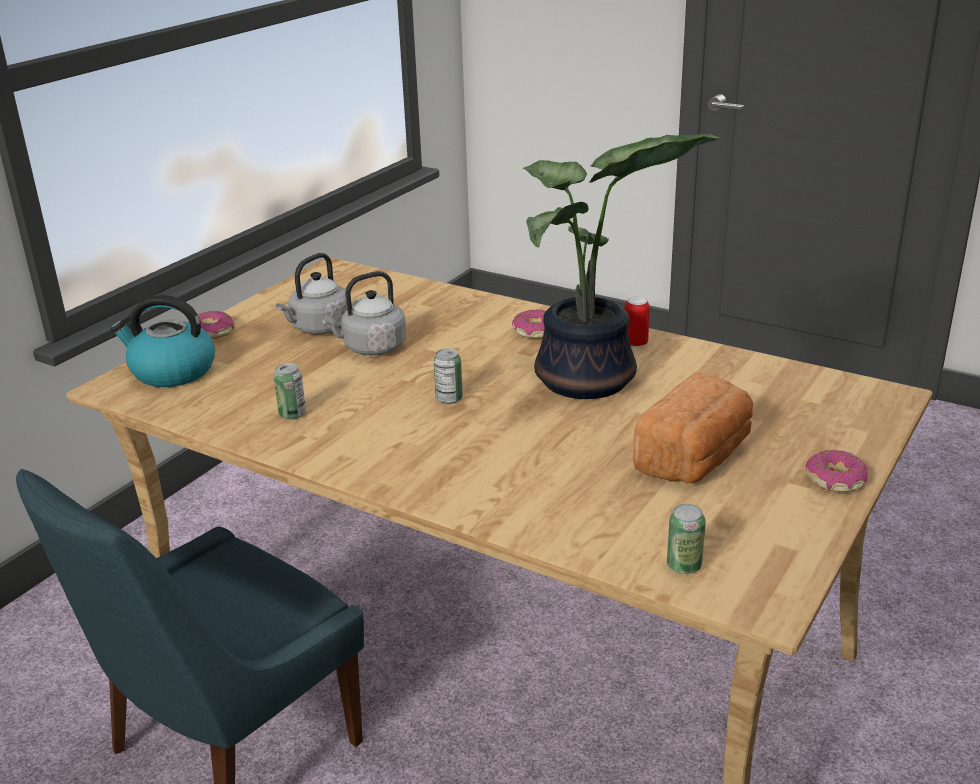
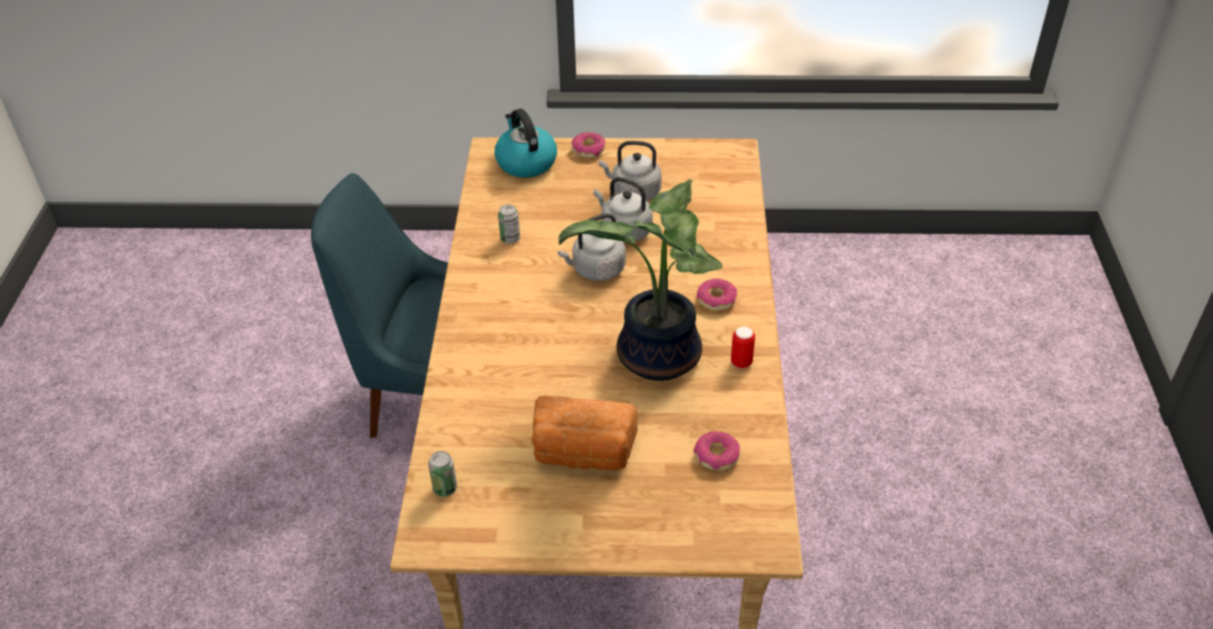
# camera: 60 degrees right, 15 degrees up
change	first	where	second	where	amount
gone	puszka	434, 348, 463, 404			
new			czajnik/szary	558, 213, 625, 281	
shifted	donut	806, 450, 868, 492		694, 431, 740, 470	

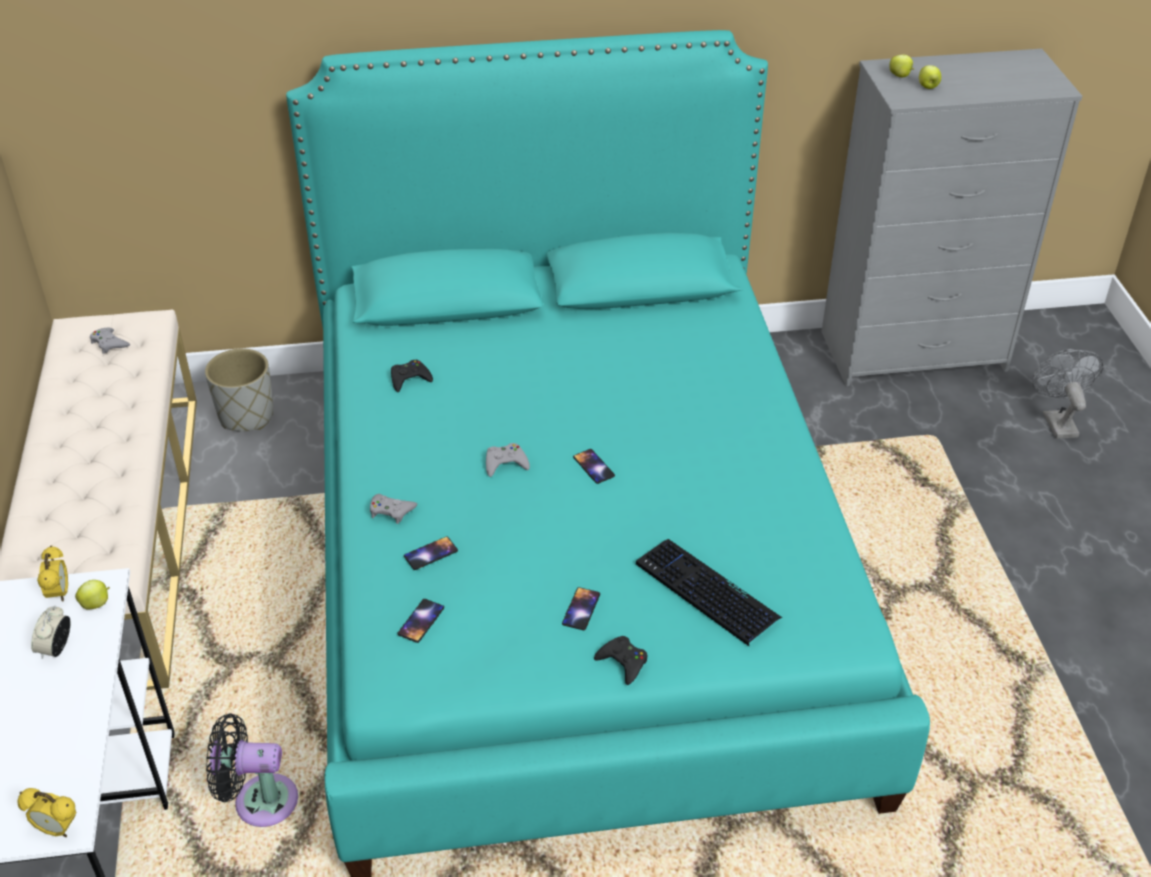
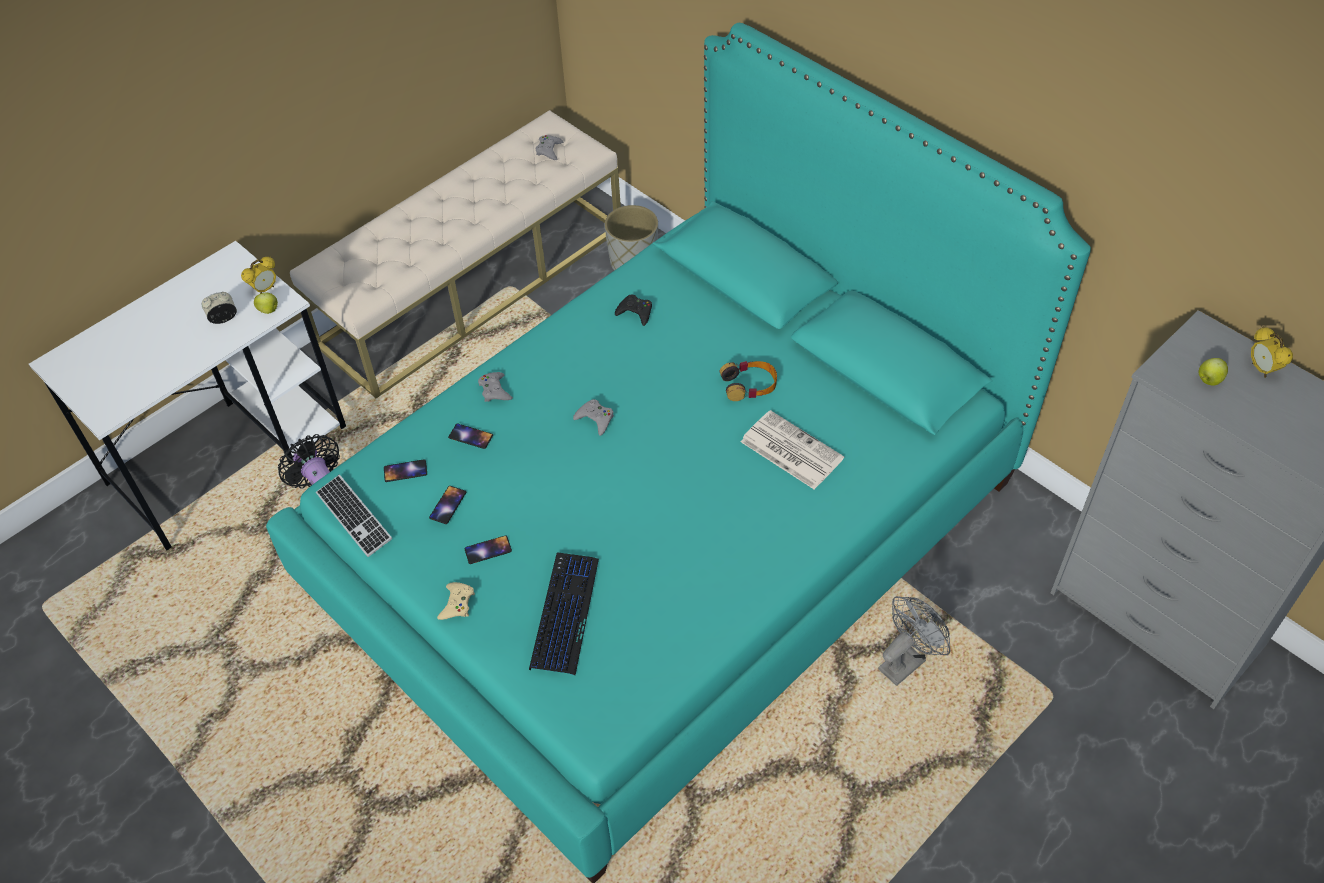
# camera: 55 degrees right, 10 degrees up
change	first	where	second	where	amount
gone	jabłko	889, 55, 914, 77			
new			klawiatura	316, 474, 392, 557	
new			słuchawki	720, 361, 777, 401	
new			gazeta	741, 410, 844, 489	
shifted	budzik	17, 788, 76, 837		1251, 327, 1293, 378	
shifted	telefon	573, 449, 615, 484		429, 486, 466, 524	
shifted	wentylator/szary	1032, 349, 1103, 439		878, 596, 950, 686	
repainted	pad do gier/czarny	594, 636, 647, 685	pad do gier/beżowy	437, 582, 475, 620	

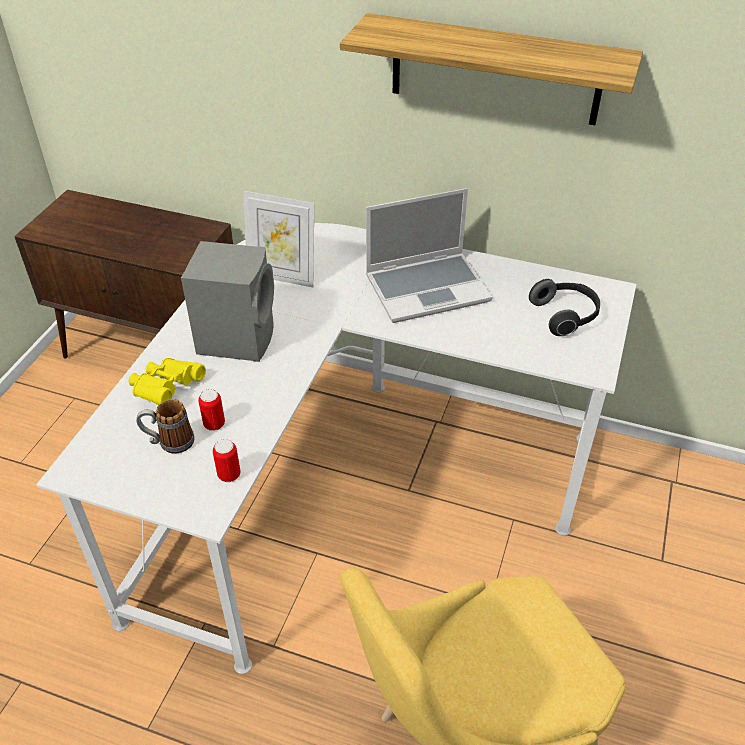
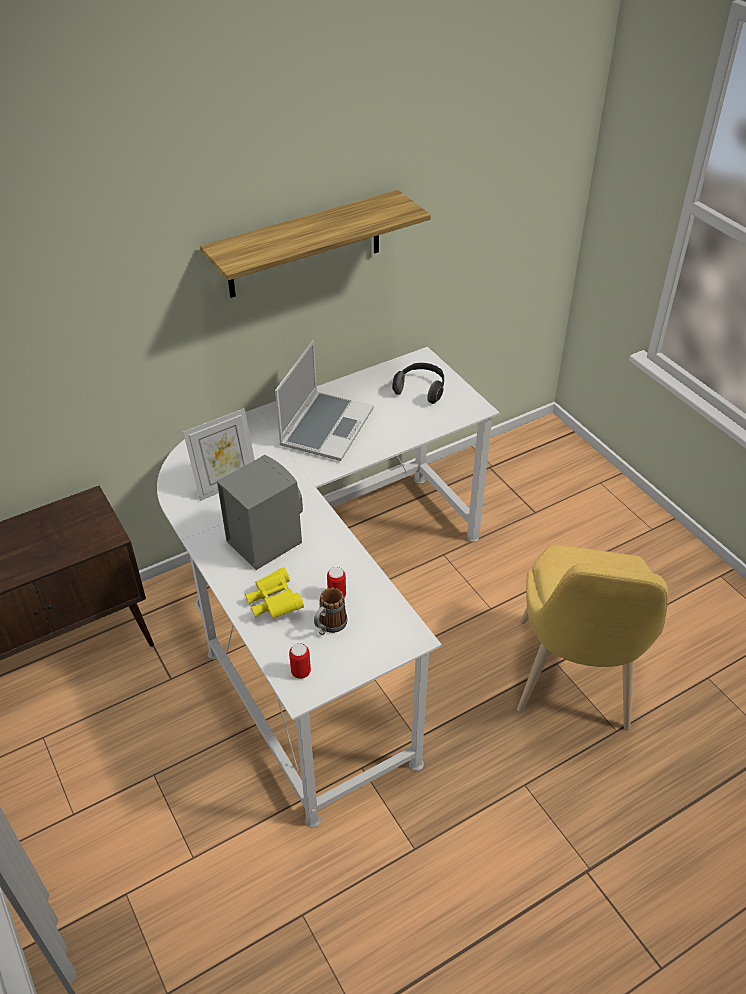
# camera: 50 degrees left, 0 degrees up
change	first	where	second	where	amount
shifted	puszka	213, 439, 241, 482		289, 643, 311, 679	

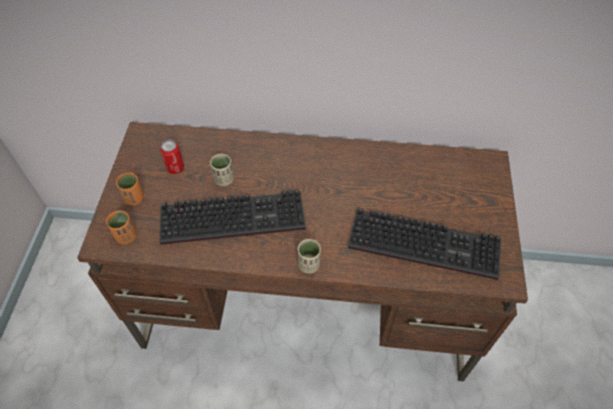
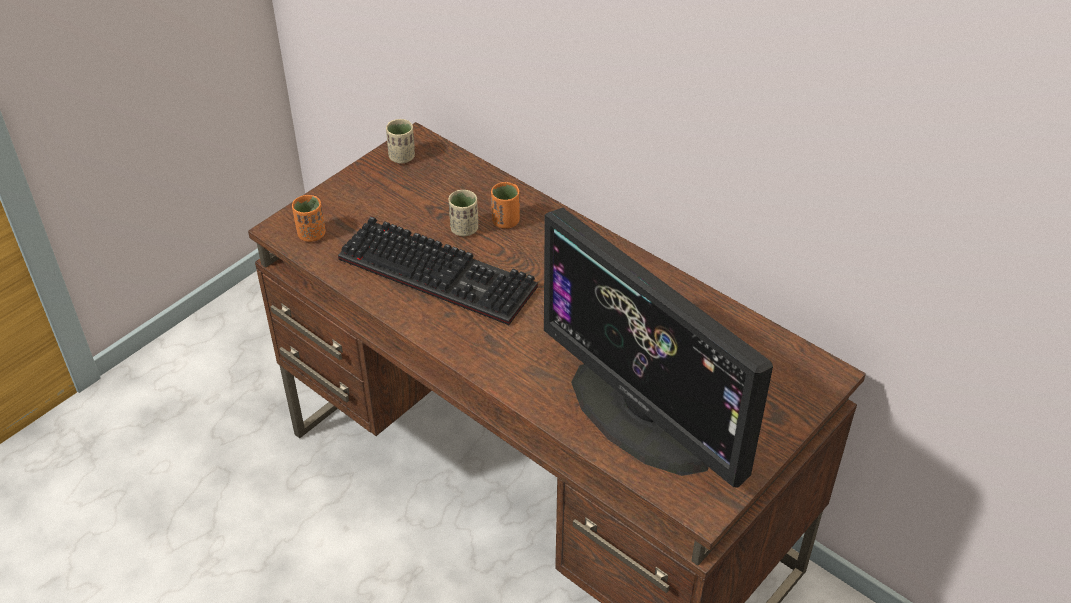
# camera: 35 degrees right, 10 degrees down
change	first	where	second	where	amount
gone	puszka	160, 140, 184, 174			
shifted	filiżanka/pomarańczowy	116, 173, 144, 206		491, 182, 520, 229	
shifted	filiżanka/beżowy	297, 239, 321, 273		386, 119, 415, 164	
swapped	klawiatura	348, 208, 501, 280	monitor	544, 208, 773, 487	

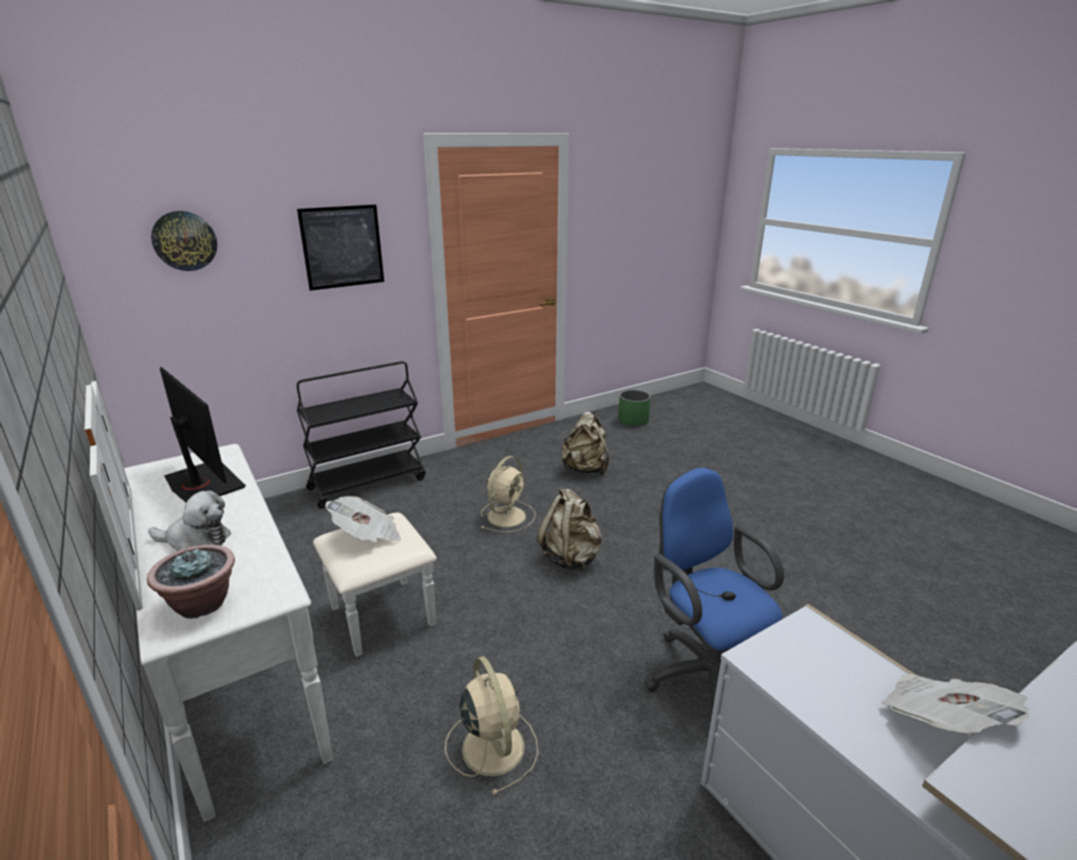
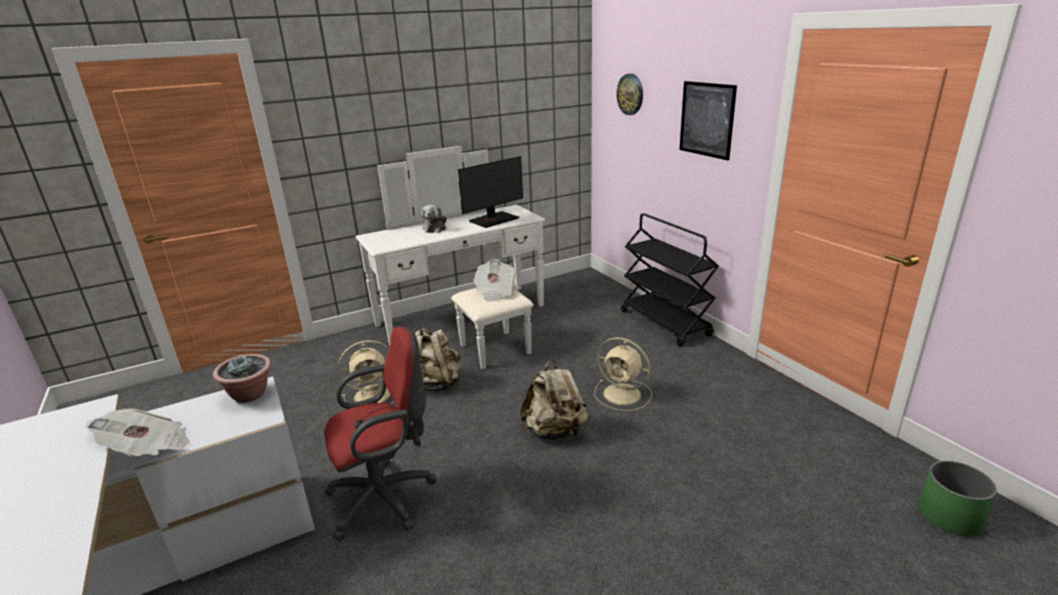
# camera: 95 degrees right, 0 degrees up
change	first	where	second	where	amount
shifted	roślina doniczkowa	147, 545, 235, 619		213, 354, 271, 403	
shifted	plecak/beżowy	561, 412, 609, 475		415, 328, 461, 391	
repainted	krzesło biurowe/niebieski	645, 467, 784, 712	krzesło biurowe/czerwony	324, 327, 437, 541	

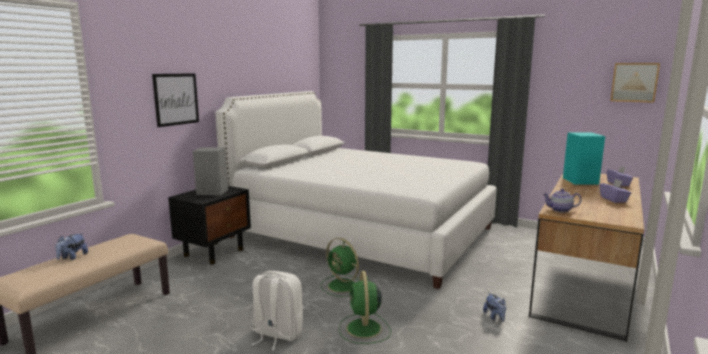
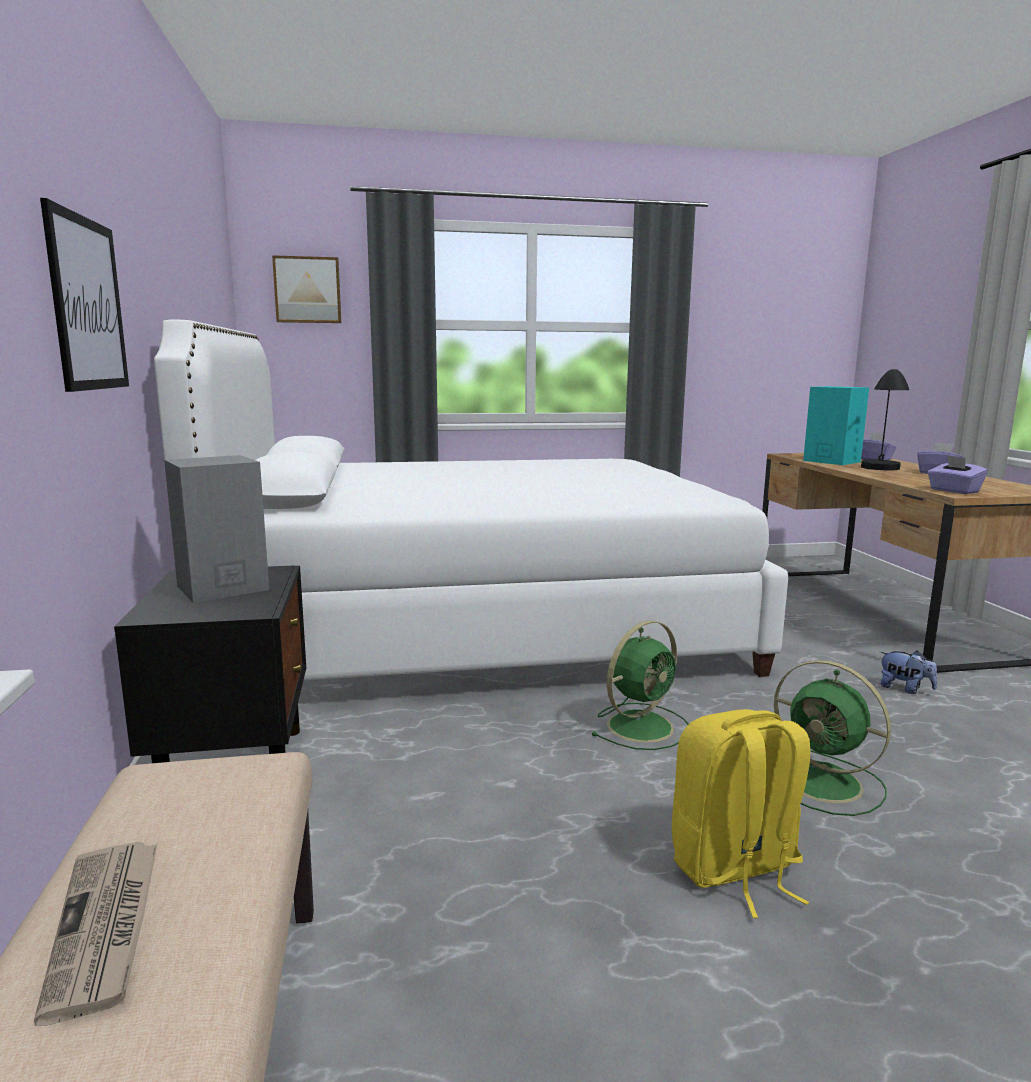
# camera: 40 degrees left, 0 degrees up
change	first	where	second	where	amount
new			lampa stołowa/czarny	861, 369, 909, 470	
shifted	obraz	610, 63, 660, 103		272, 255, 341, 323	
swapped	pluszak	55, 233, 88, 260	gazeta	34, 842, 157, 1026	
swapped	imbryk	543, 189, 582, 212	pudełko chusteczek/fioletowy	927, 455, 988, 494	
repainted	plecak/biały	252, 271, 303, 350	plecak/żółty	672, 709, 811, 918	
rotated	wentylator/zielony	321, 238, 360, 297		591, 620, 689, 750	45 degrees counterclockwise

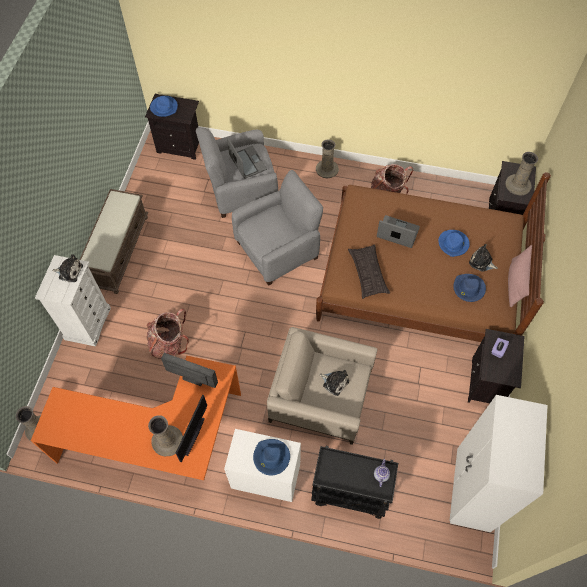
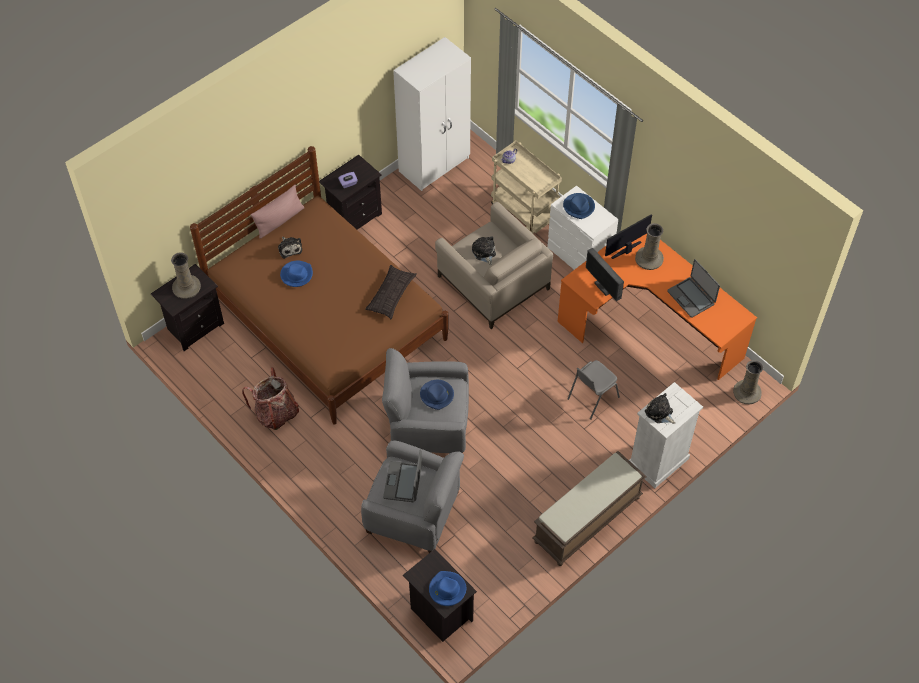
# camera: 145 degrees left, 5 degrees down
change	first	where	second	where	amount
gone	wazon/beżowy	316, 139, 339, 178			
shifted	laptop	377, 215, 420, 248		667, 259, 720, 318	
shifted	kapelusz/niebieski	453, 274, 486, 302		420, 380, 454, 410	
swapped	plecak	147, 309, 189, 359	krzesło/szary	568, 360, 620, 420	
repainted	wózek/czarny	311, 446, 398, 519	wózek/beżowy	491, 141, 562, 234	

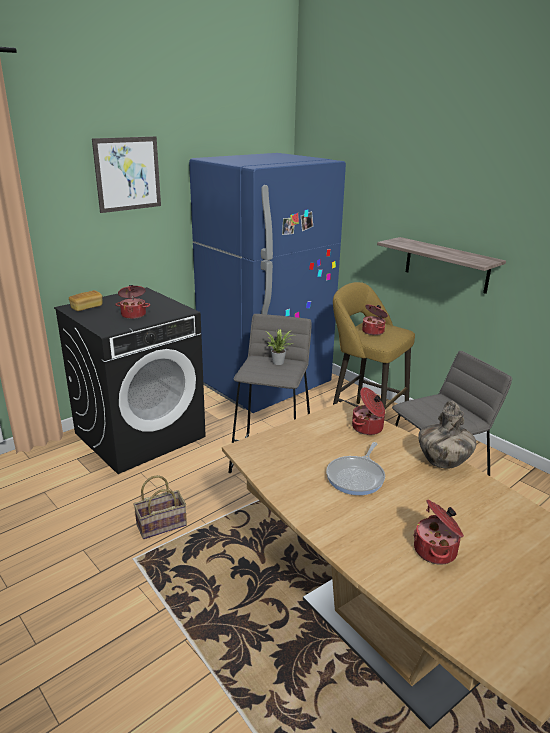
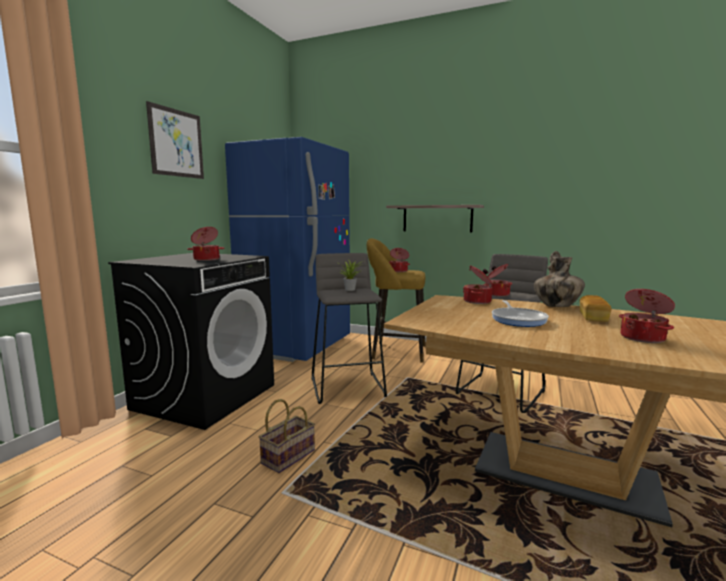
# camera: 25 degrees left, 15 degrees down
change	first	where	second	where	amount
new			garnek	483, 264, 512, 297	
shifted	chleb	69, 290, 102, 311		580, 295, 612, 322	

